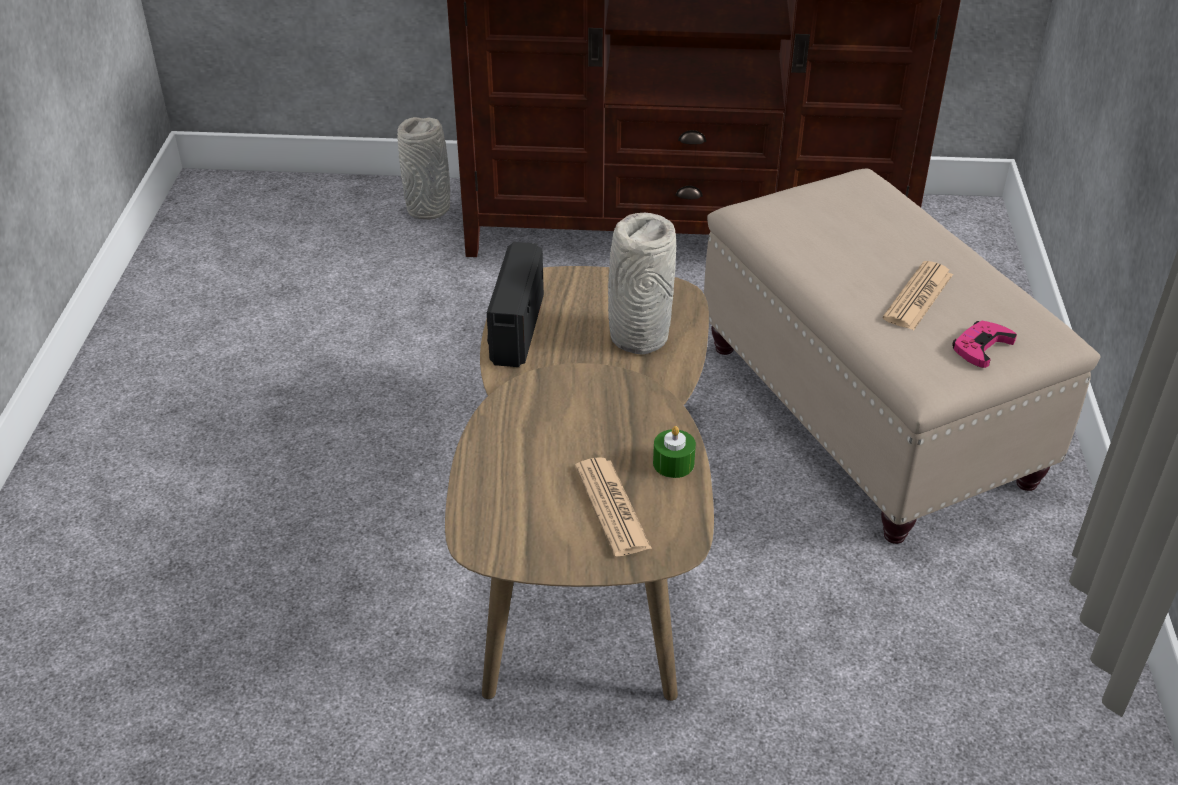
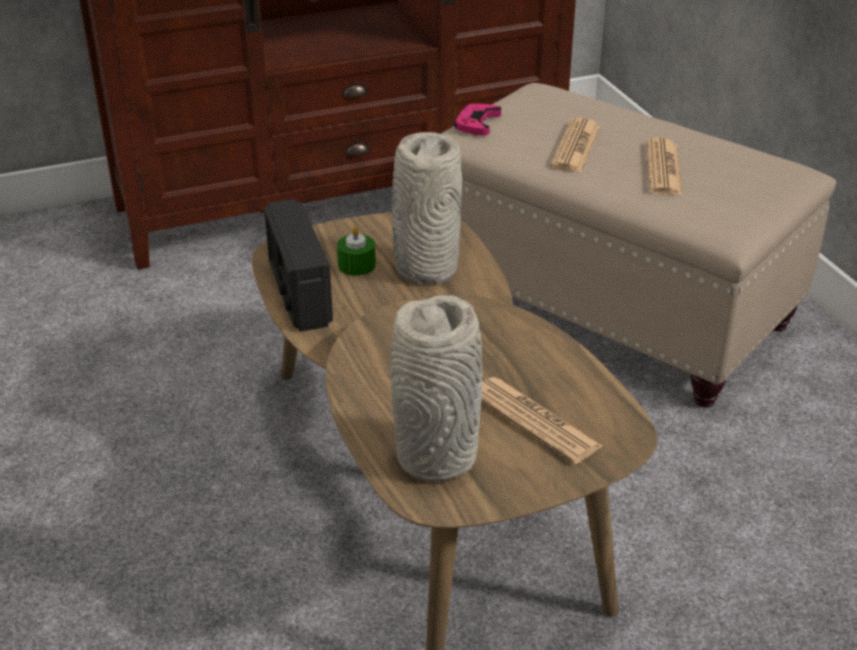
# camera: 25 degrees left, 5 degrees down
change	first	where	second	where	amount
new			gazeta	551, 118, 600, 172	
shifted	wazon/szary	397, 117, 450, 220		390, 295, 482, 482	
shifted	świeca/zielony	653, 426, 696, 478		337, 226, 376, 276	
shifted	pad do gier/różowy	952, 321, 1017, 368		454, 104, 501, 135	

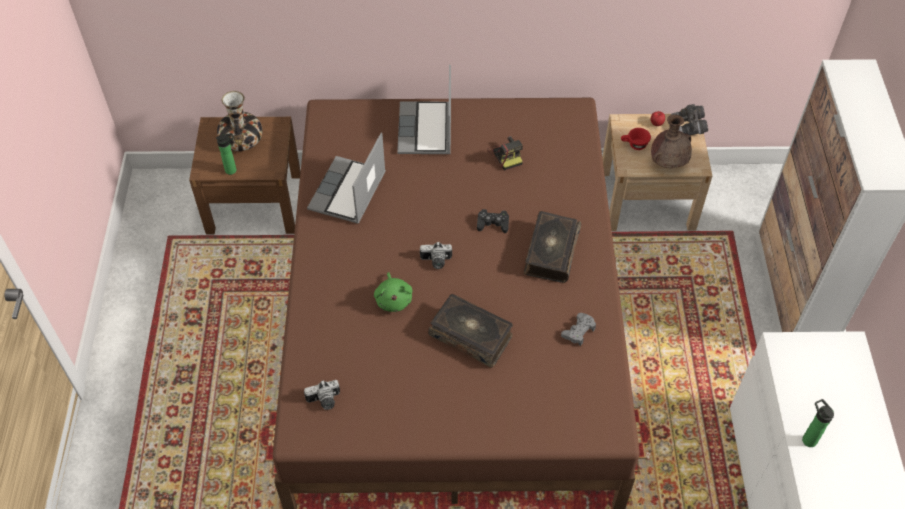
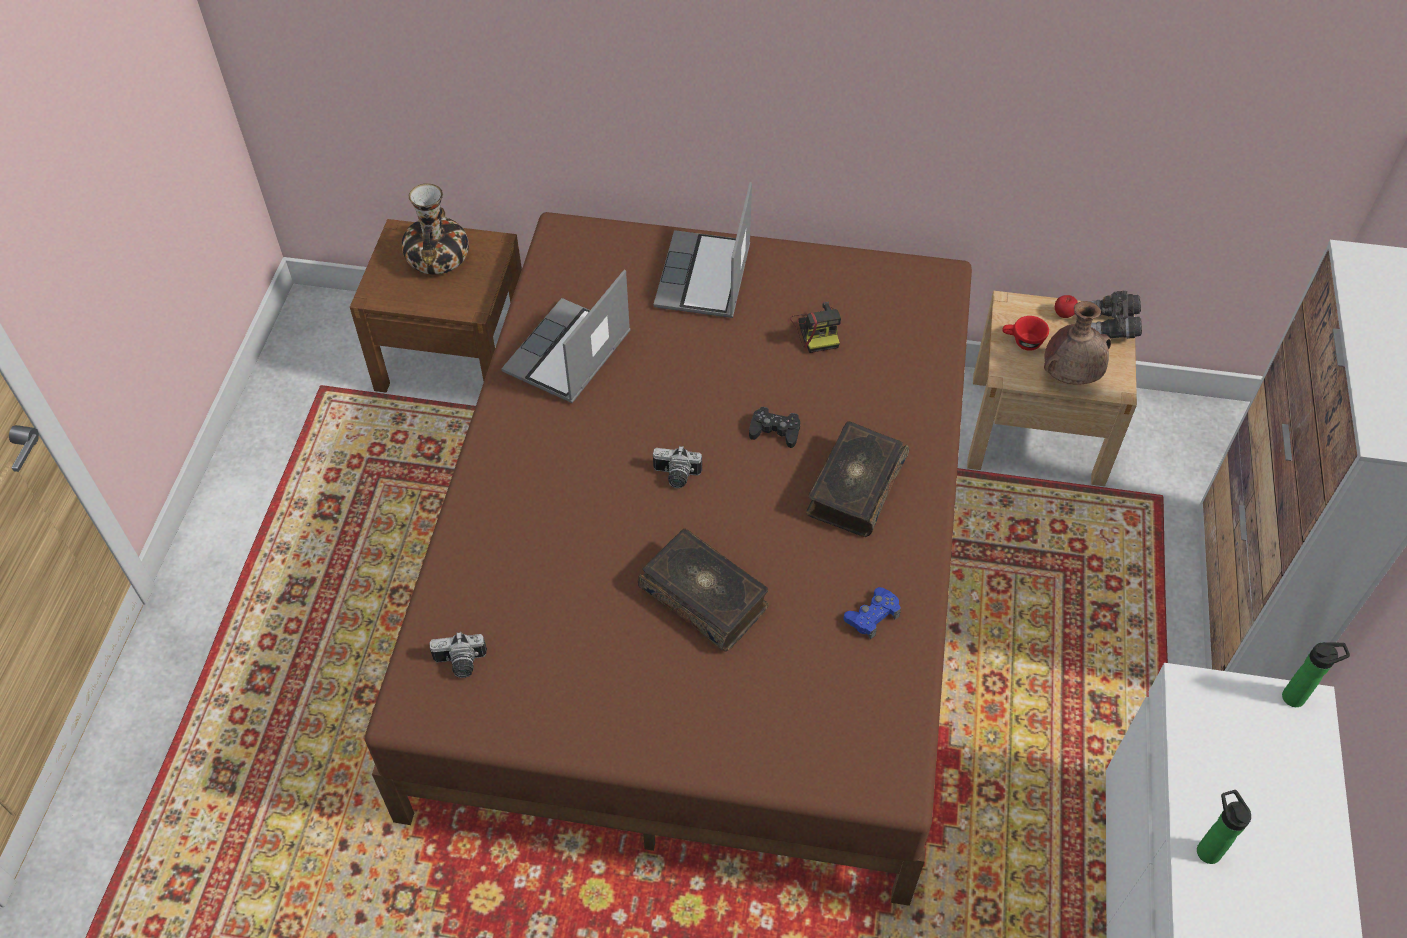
# camera: 10 degrees right, 0 degrees up
change	first	where	second	where	amount
gone	pluszak/zielony	374, 272, 413, 312			
shifted	butelka	216, 133, 236, 175		1282, 642, 1350, 707	
repainted	pad do gier/szary	561, 313, 596, 346	pad do gier/niebieski	844, 587, 901, 640	

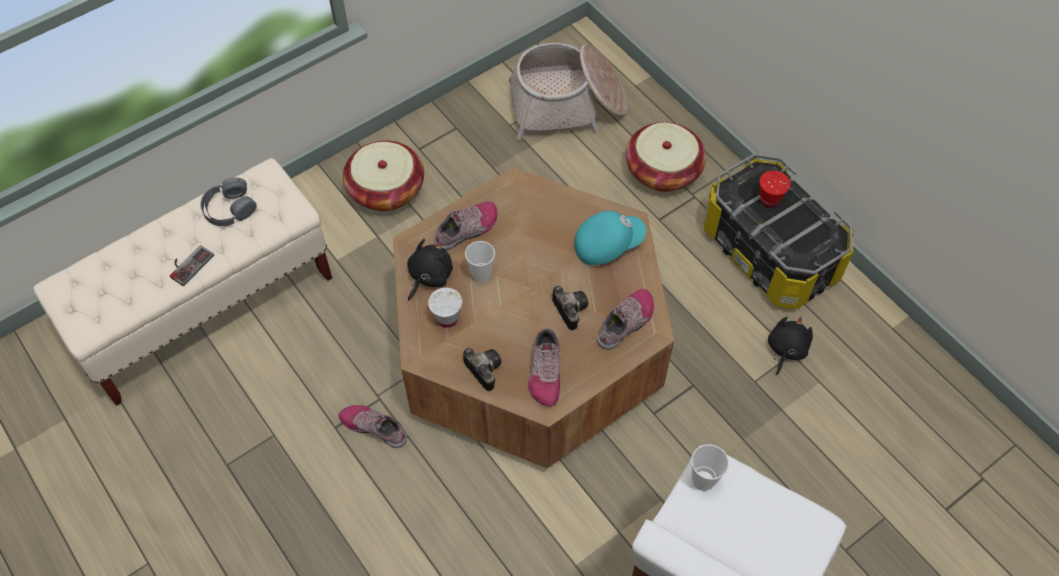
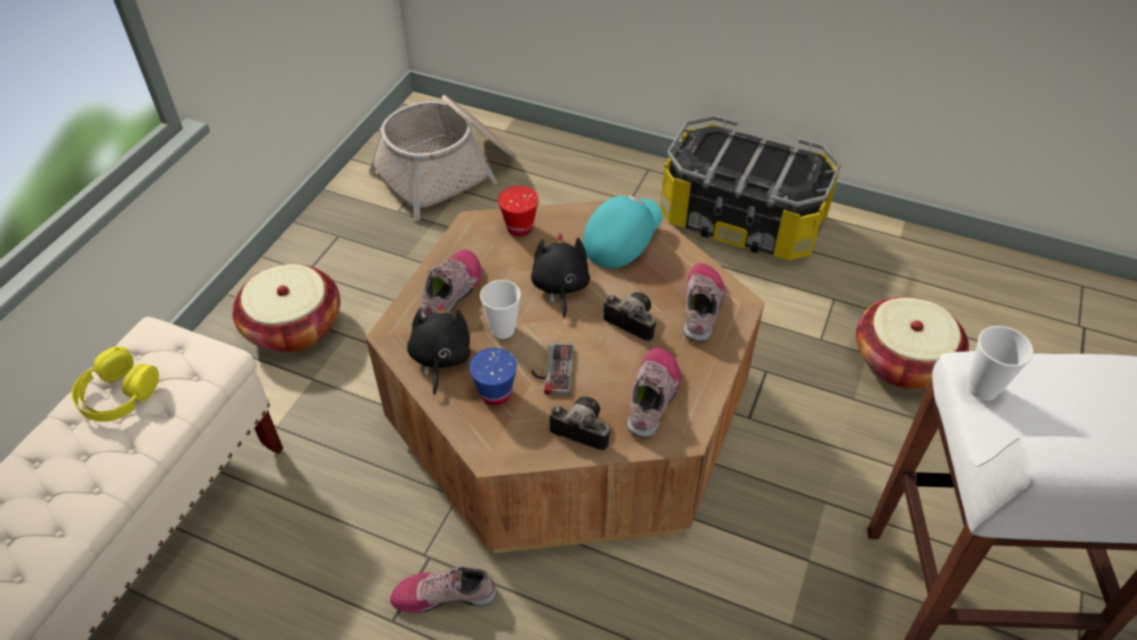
# camera: 30 degrees left, 10 degrees down
change	first	where	second	where	amount
shifted	pad do gier	170, 245, 214, 286		531, 342, 574, 396	
shifted	koszyk	626, 122, 706, 192		856, 297, 969, 389	
shifted	filiżanka/czerwony	759, 171, 790, 208		498, 186, 539, 236	
shifted	pluszak/czarny	768, 316, 813, 375		531, 232, 590, 318	
repainted	słuchawki/szary	200, 177, 257, 226	słuchawki/żółty	71, 346, 159, 422	
repainted	filiżanka/biały	428, 288, 462, 328	filiżanka/niebieski	469, 348, 517, 405	
rotated	but	528, 328, 560, 406		627, 347, 681, 438	135 degrees counterclockwise

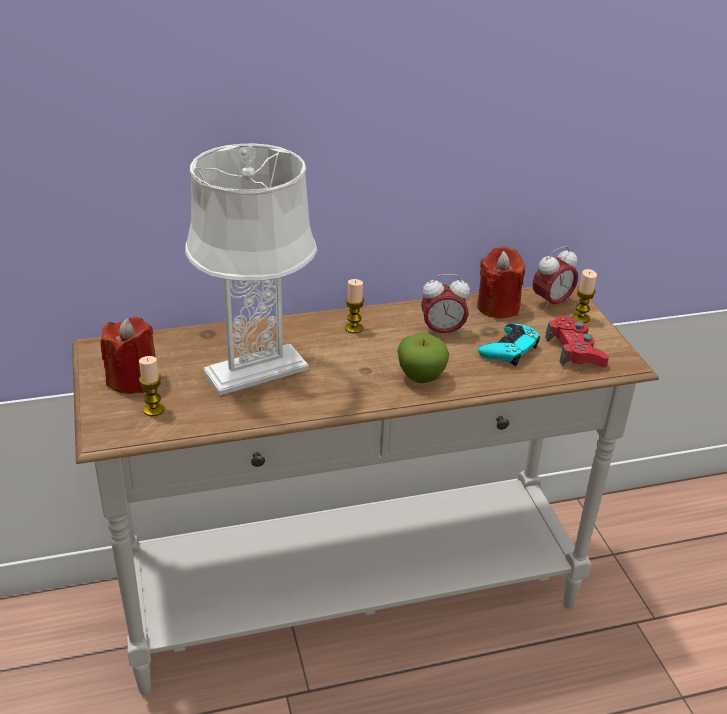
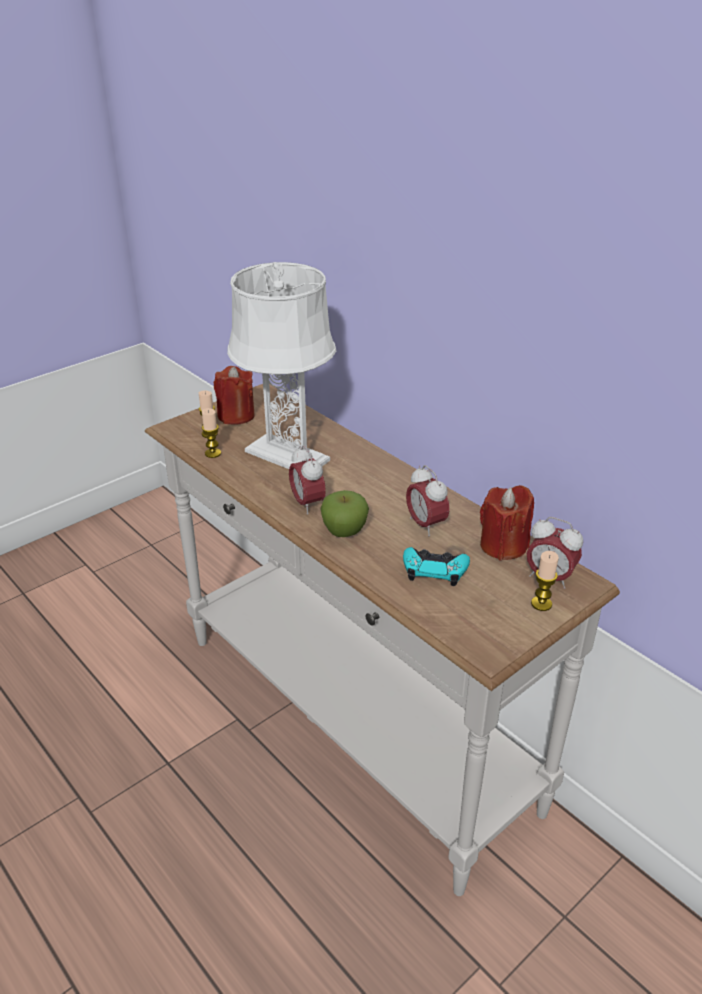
# camera: 65 degrees right, 0 degrees up
change	first	where	second	where	amount
gone	pad do gier/czerwony	545, 316, 609, 367			
new			budzik	289, 445, 326, 515	
shifted	świeca	345, 279, 364, 333		202, 408, 221, 458	

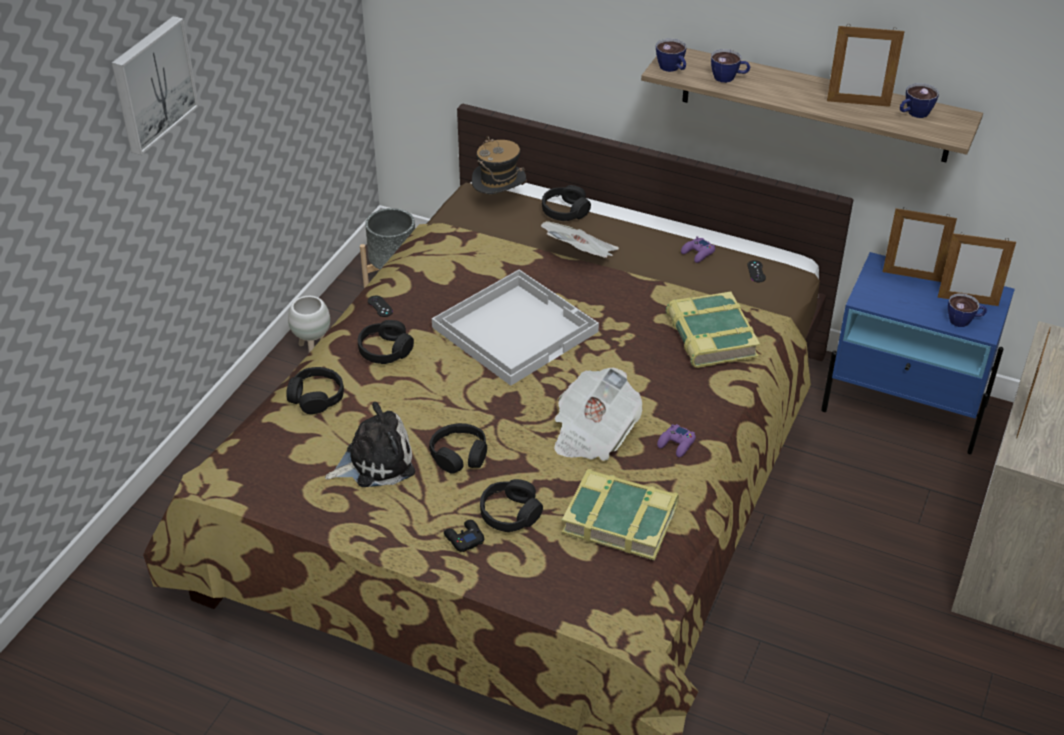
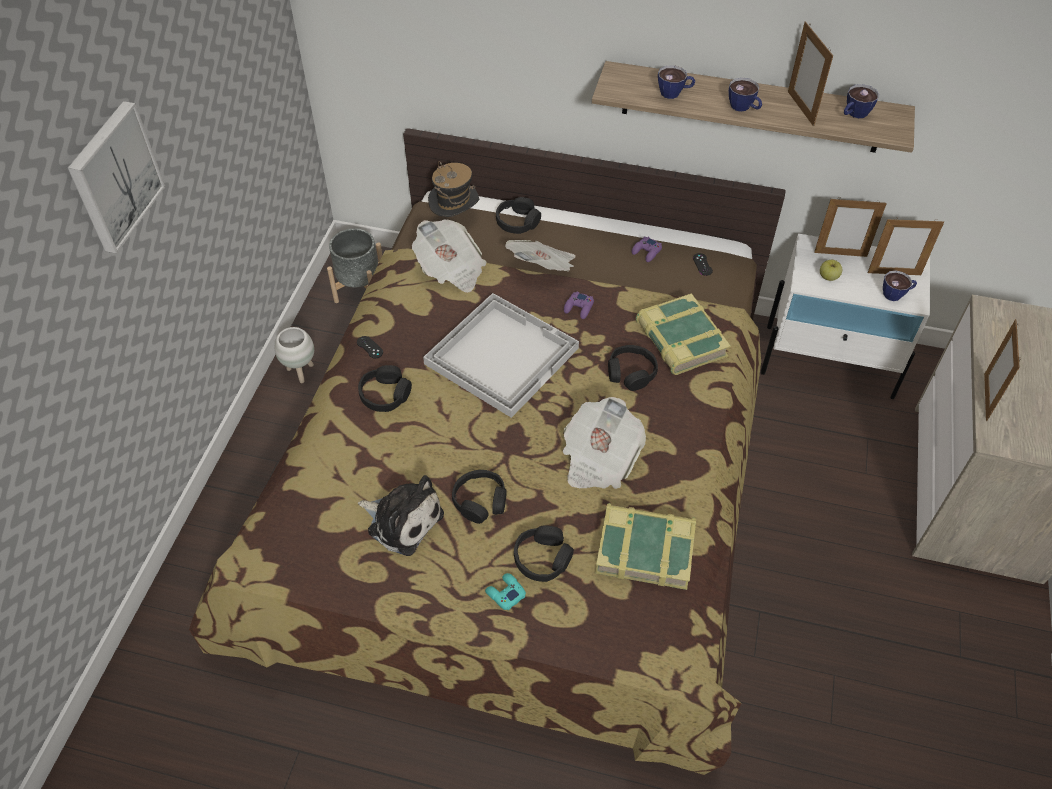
# camera: 10 degrees left, 10 degrees up
change	first	where	second	where	amount
new			gazeta	412, 219, 487, 293	
new			jabłko	820, 260, 842, 281	
shifted	słuchawki/czarny	286, 367, 344, 414		608, 345, 658, 391	
shifted	filiżanka	656, 39, 686, 72		729, 77, 762, 112	
shifted	pad do gier/fioletowy	657, 424, 696, 457		564, 292, 594, 319	
repainted	pad do gier/czarny	444, 520, 484, 552	pad do gier/turkusowy	485, 573, 526, 610	
repainted	szafka nocna/niebieski	821, 252, 1015, 454	szafka nocna/biały	760, 233, 930, 399	
rotated	pluszak	325, 402, 415, 487		358, 475, 444, 556	60 degrees clockwise
rotated	ramka na zdjęcie	827, 26, 904, 107		788, 21, 833, 126	75 degrees clockwise

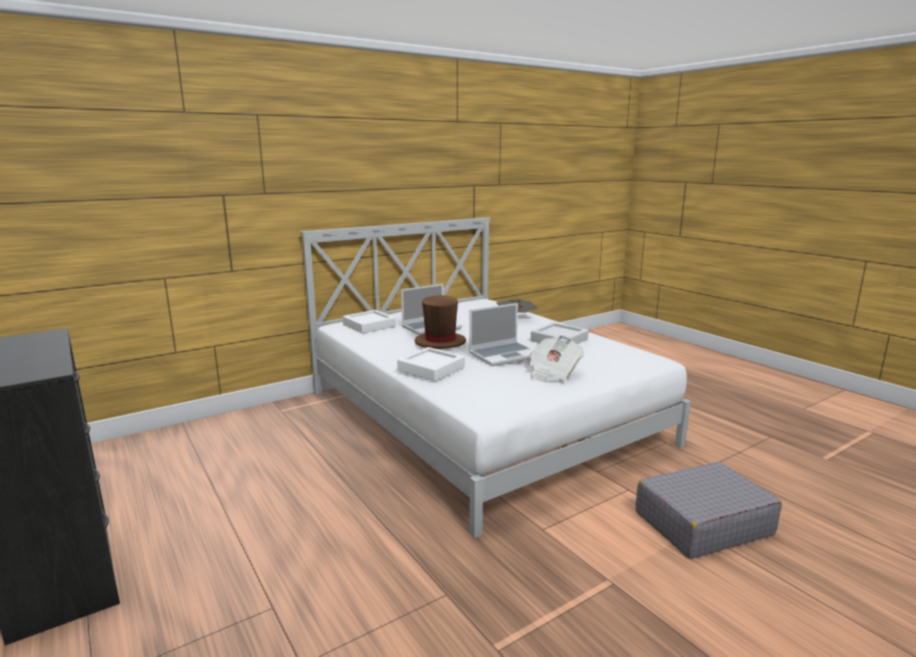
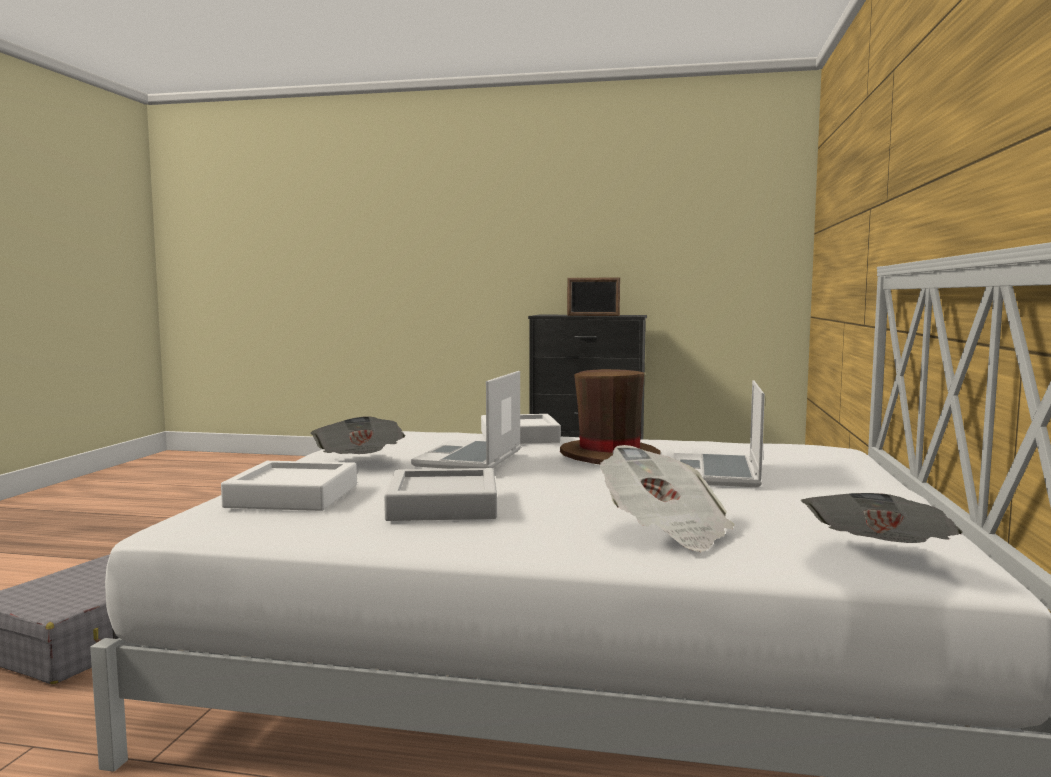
# camera: 135 degrees right, 10 degrees down
change	first	where	second	where	amount
new			ramka na zdjęcie	567, 277, 620, 316	
new			gazeta	801, 493, 962, 543	
shifted	taca/biały	343, 310, 396, 334		221, 461, 357, 511	

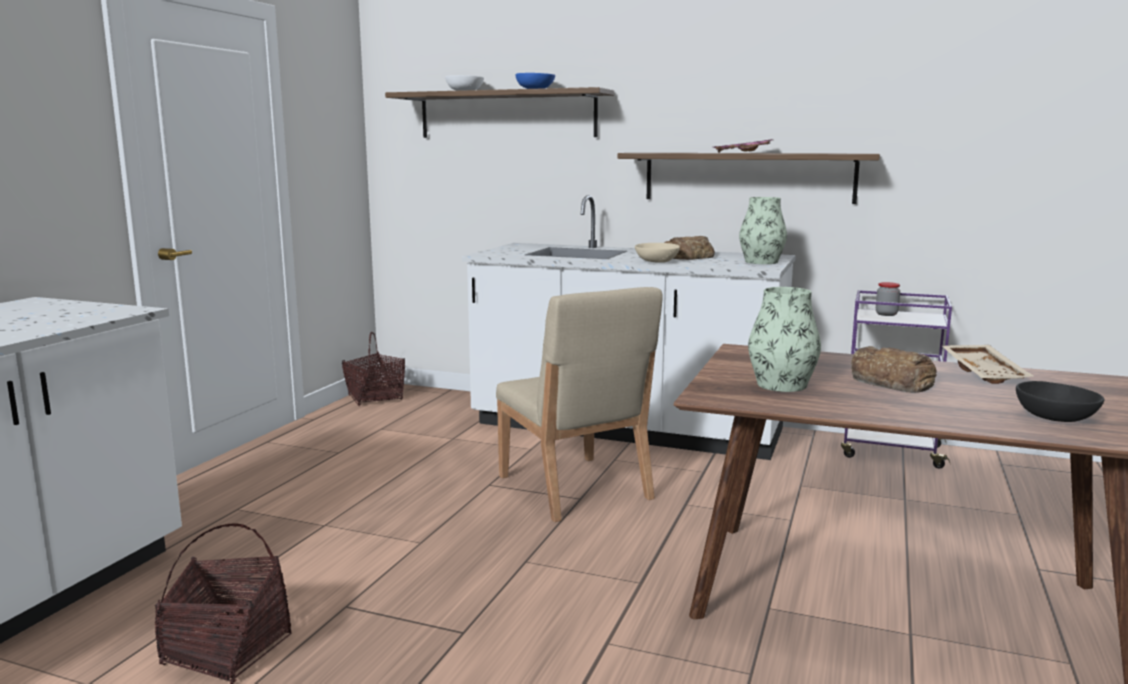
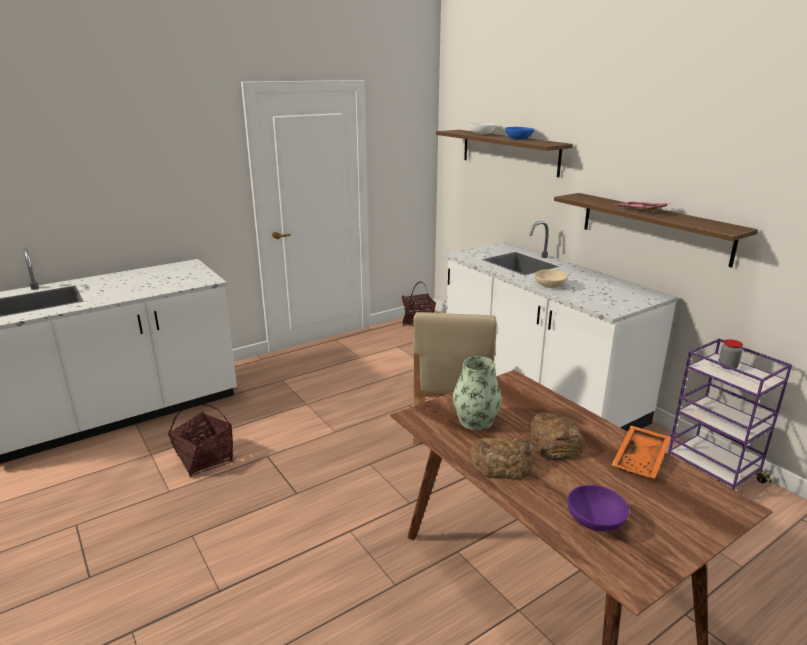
# camera: 35 degrees right, 10 degrees up
change	first	where	second	where	amount
gone	wazon	739, 197, 787, 264			
shifted	chleb	664, 236, 715, 260		470, 437, 534, 479	
repainted	taca/beżowy	942, 345, 1033, 384	taca/pomarańczowy	612, 426, 671, 479	
repainted	miska/czarny	1016, 381, 1105, 422	miska/fioletowy	567, 485, 629, 532	

